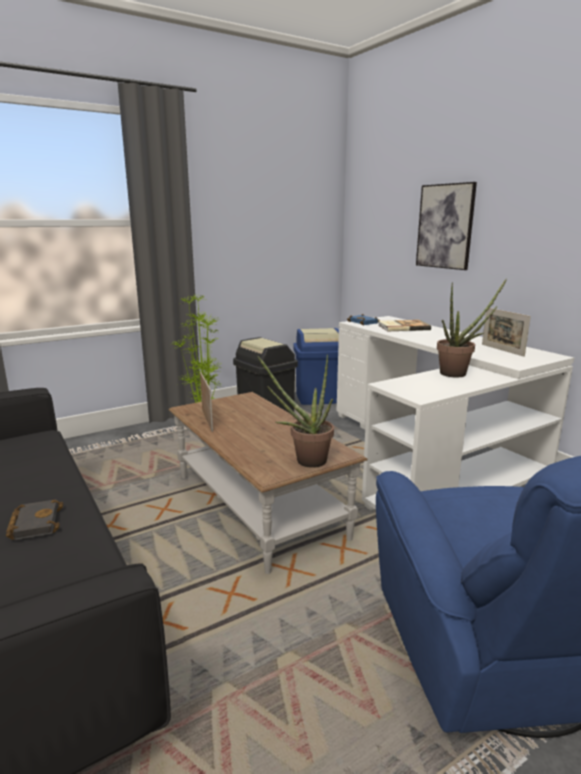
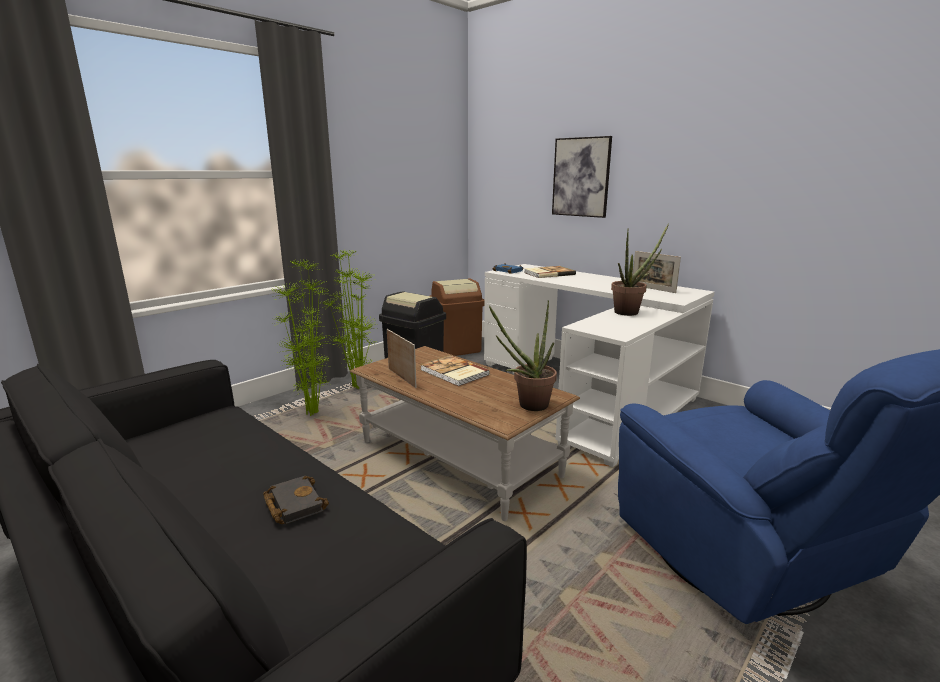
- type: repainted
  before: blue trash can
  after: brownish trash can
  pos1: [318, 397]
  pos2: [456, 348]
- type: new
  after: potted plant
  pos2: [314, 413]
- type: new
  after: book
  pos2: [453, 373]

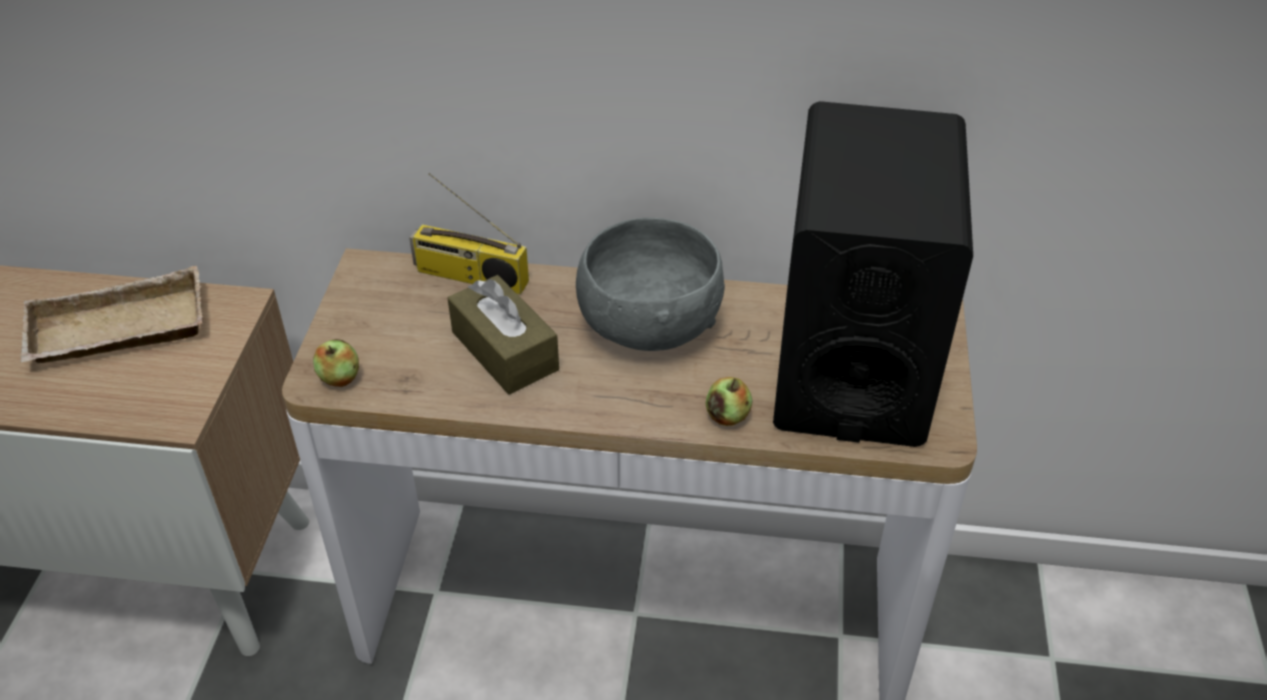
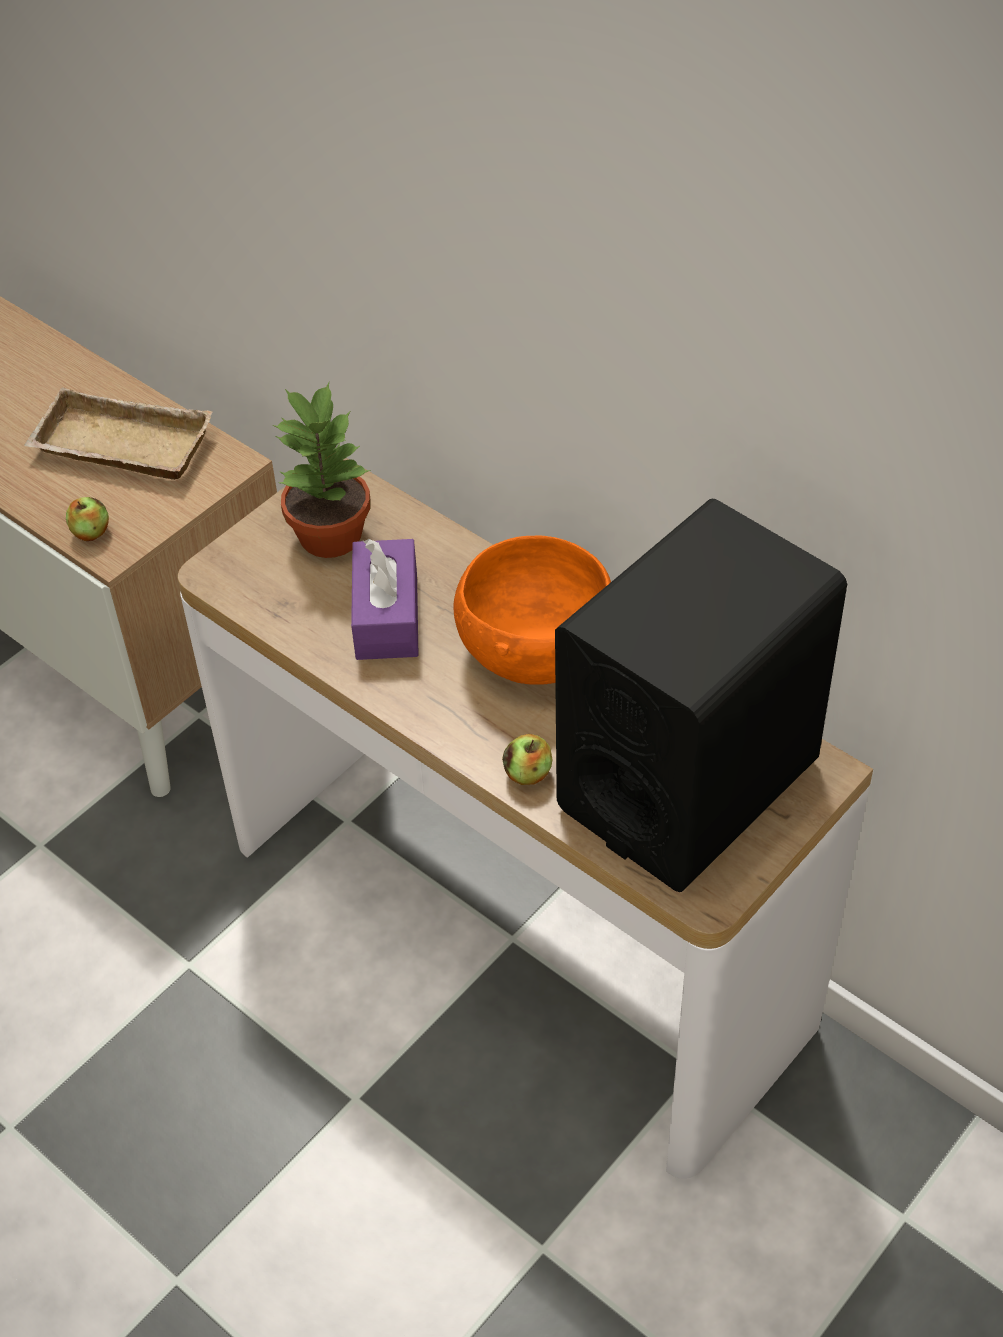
- type: gone
  before: radio
  pos1: [469, 277]
- type: repainted
  before: gray deep dish
  after: orangey deep dish
  pos1: [648, 325]
  pos2: [533, 650]
- type: repainted
  before: brownish tissue holder
  after: purple tissue holder
  pos1: [505, 351]
  pos2: [387, 616]
- type: shifted
  before: apple fruit
  pos1: [339, 378]
  pos2: [91, 532]
- type: new
  after: potted plant
  pos2: [330, 534]

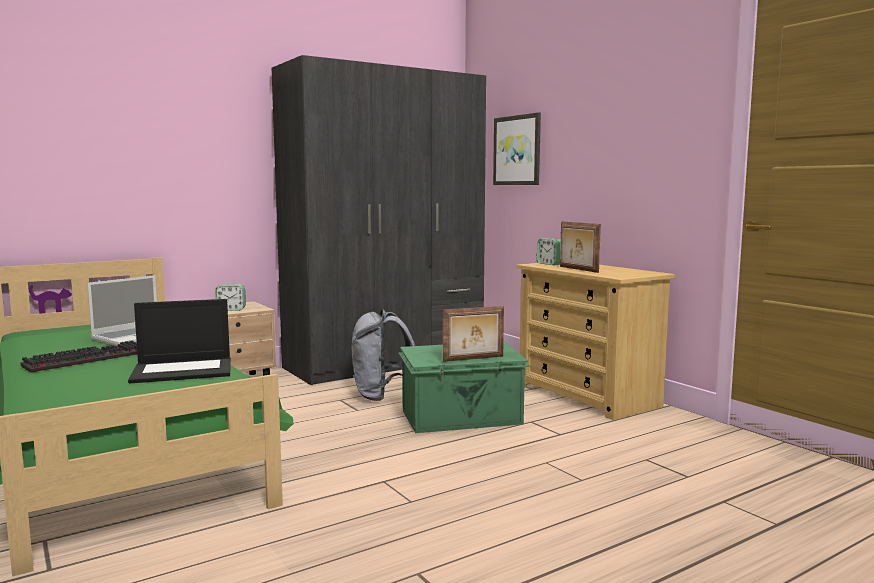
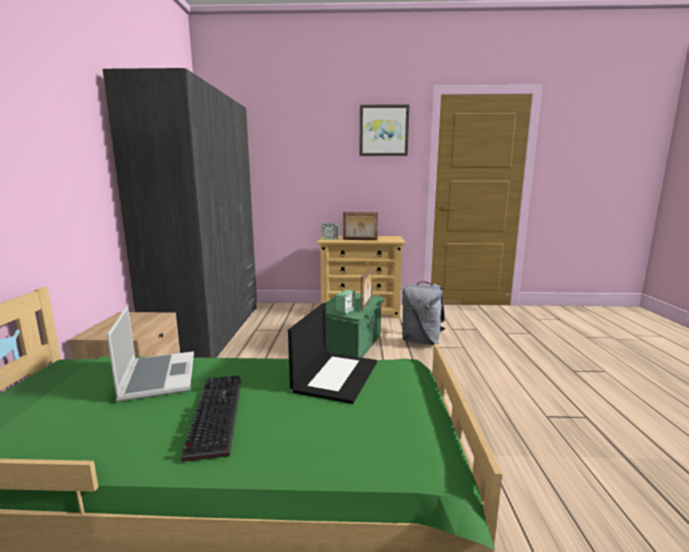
- type: shifted
  before: wall picture
  pos1: [517, 150]
  pos2: [383, 130]
- type: shifted
  before: bedside clock
  pos1: [231, 309]
  pos2: [345, 311]
- type: shifted
  before: gray knapsack
  pos1: [381, 395]
  pos2: [421, 341]

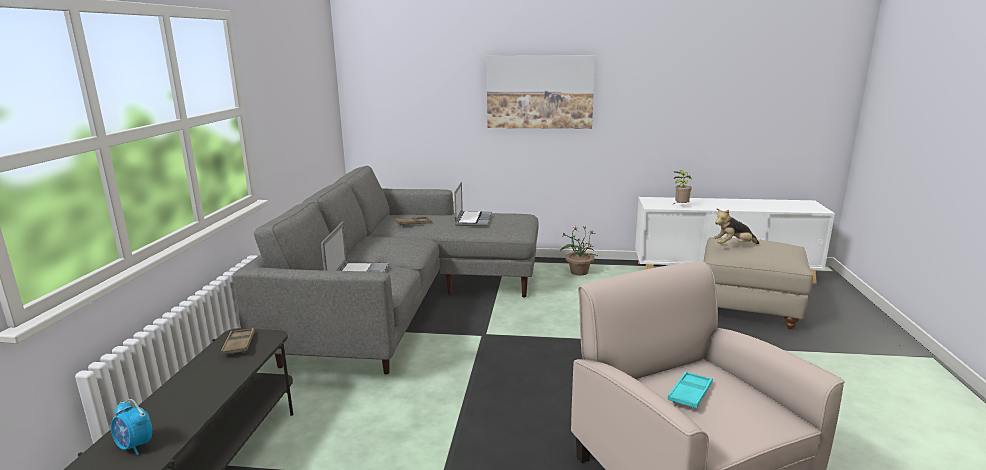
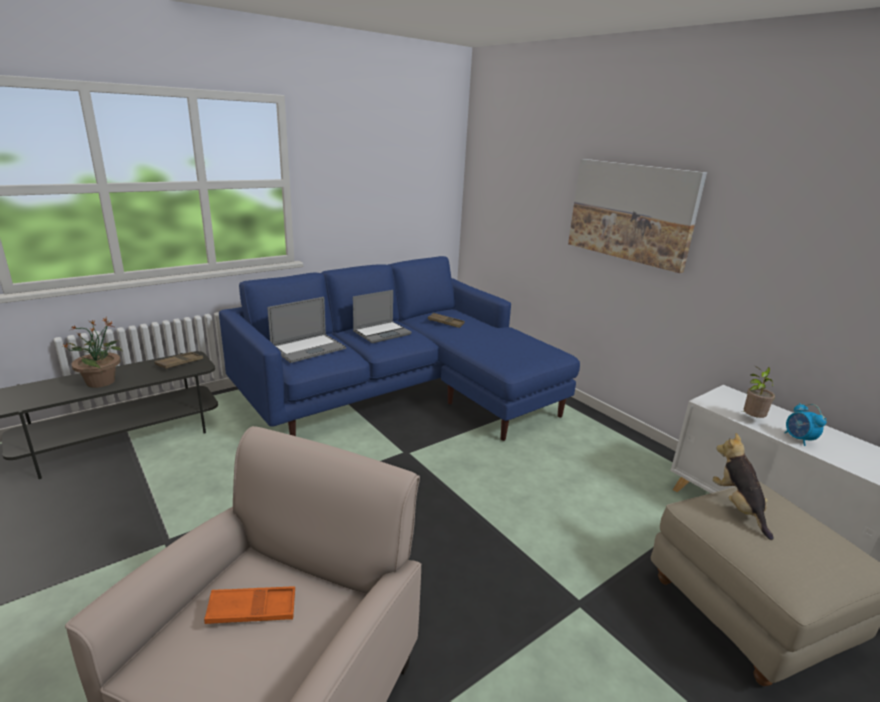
- type: repainted
  before: gray settee
  after: blue settee
  pos1: [402, 304]
  pos2: [402, 394]
- type: shifted
  before: portable computer
  pos1: [473, 220]
  pos2: [382, 333]
- type: rotated
  before: plush toy
  pos1: [733, 246]
  pos2: [738, 507]
  turn: 45
- type: shifted
  before: potted plant
  pos1: [578, 272]
  pos2: [101, 381]
- type: repainted
  before: turquoise-coloured tray
  after: orangey tray
  pos1: [690, 393]
  pos2: [252, 610]
- type: shifted
  before: bedside clock
  pos1: [135, 446]
  pos2: [798, 439]

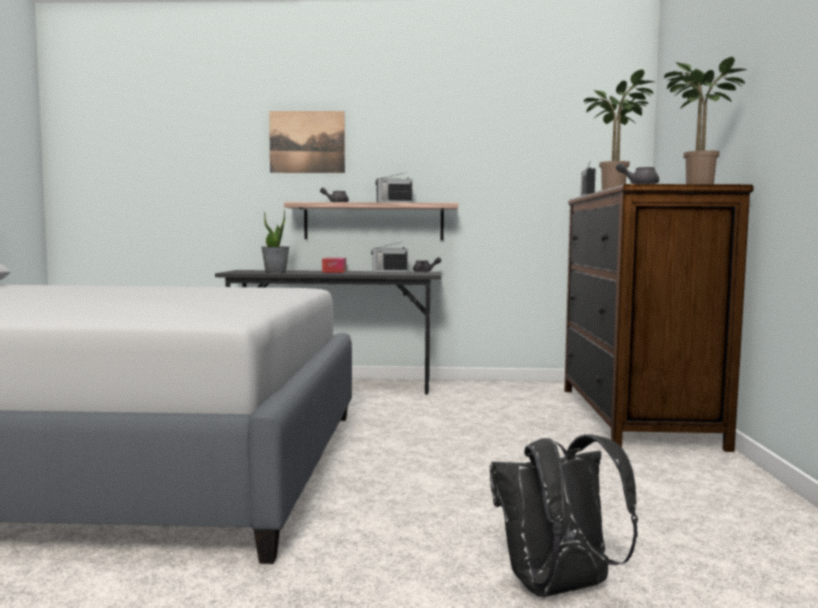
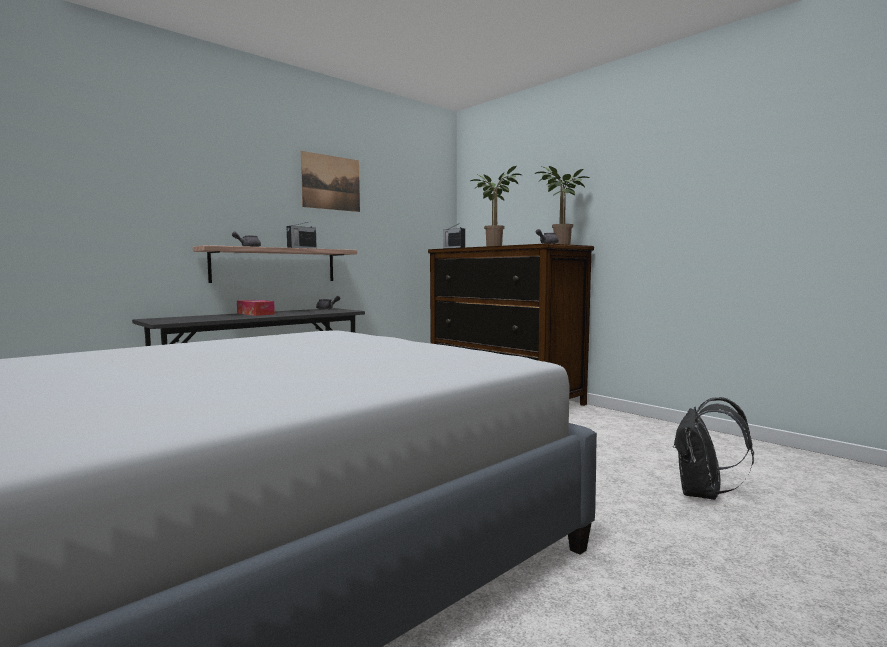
- type: shifted
  before: wall picture
  pos1: [307, 142]
  pos2: [331, 182]
- type: gone
  before: potted plant
  pos1: [275, 272]
- type: gone
  before: radio
  pos1: [389, 271]

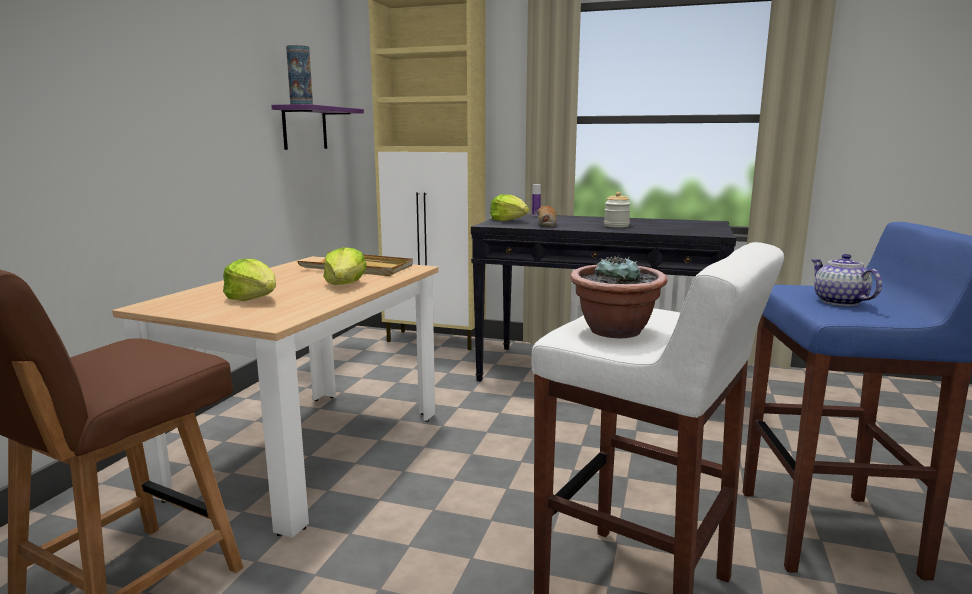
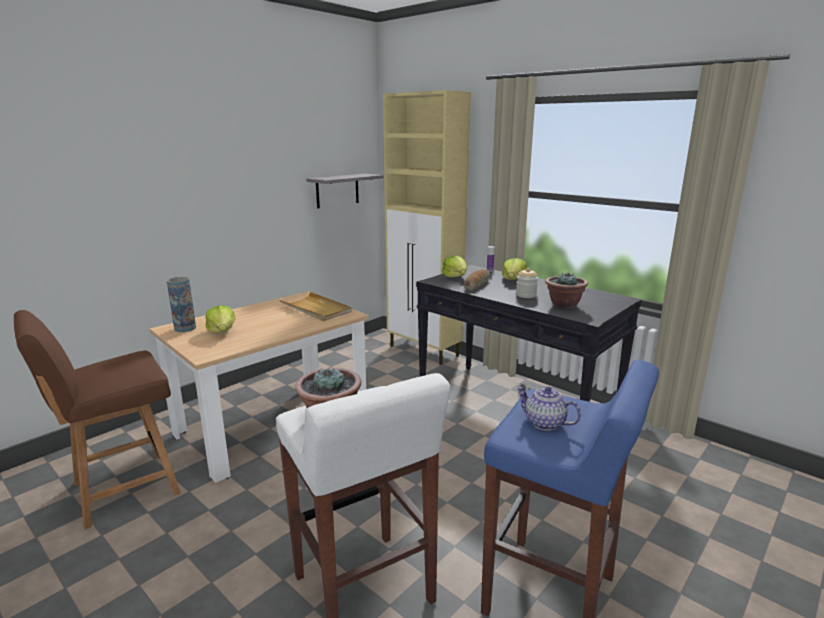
- type: shifted
  before: flower vase
  pos1: [301, 104]
  pos2: [185, 328]
- type: repainted
  before: purple bracket shelf
  after: gray bracket shelf
  pos1: [305, 128]
  pos2: [337, 190]
- type: shifted
  before: lettuce head
  pos1: [345, 284]
  pos2: [513, 280]
- type: rotated
  before: pot for tea
  pos1: [838, 302]
  pos2: [544, 423]
  turn: -60
- type: new
  after: potted plant
  pos2: [563, 305]

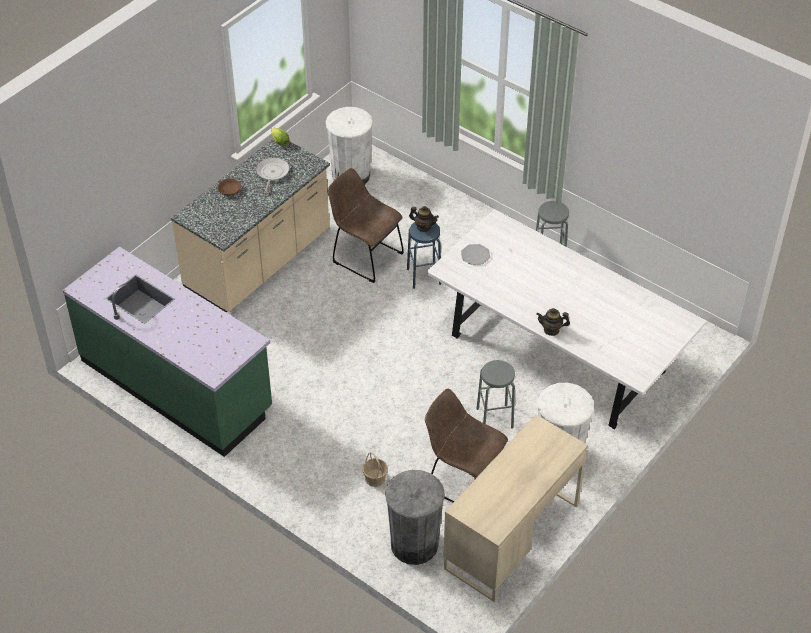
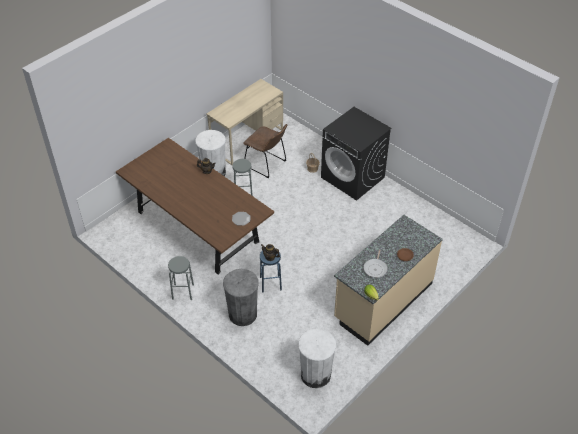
- type: gone
  before: brownish chair
  pos1: [365, 256]
- type: repainted
  before: whitish kitchen table
  after: brownish kitchen table
  pos1: [557, 354]
  pos2: [197, 226]
- type: gone
  before: green-coloured kitchen base unit
  pos1: [177, 385]
- type: shifted
  before: gray trash can
  pos1: [414, 544]
  pos2: [243, 314]
- type: new
  after: black-coloured laundry appliance
  pos2: [353, 177]

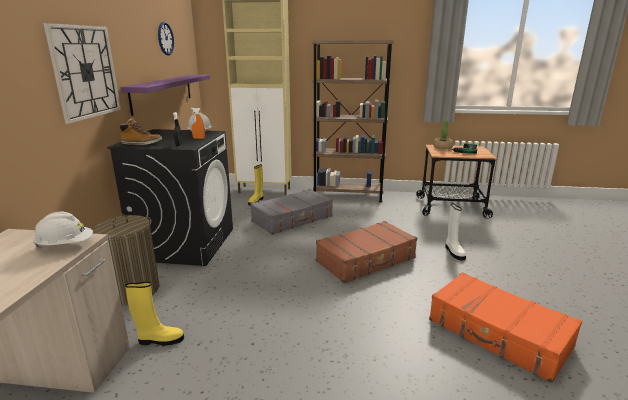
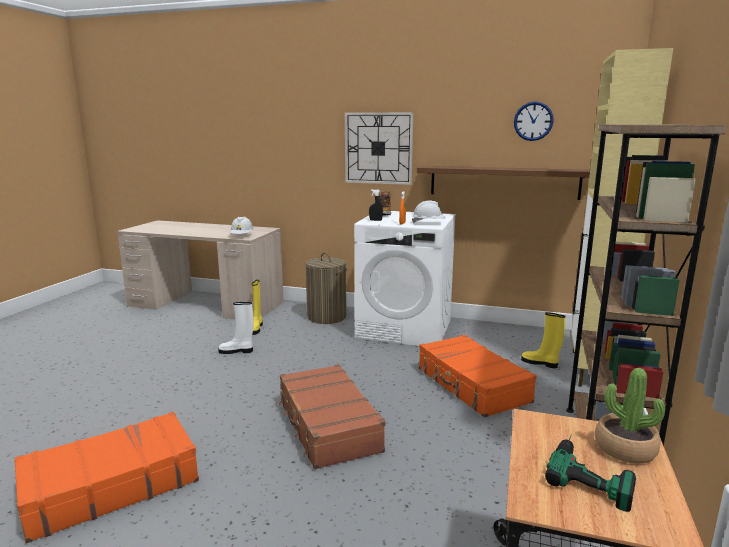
- type: repainted
  before: purple bracket shelf
  after: brownish bracket shelf
  pos1: [163, 92]
  pos2: [503, 182]
- type: repainted
  before: black-coloured laundry appliance
  after: whitish laundry appliance
  pos1: [185, 243]
  pos2: [405, 329]
- type: repainted
  before: gray suitcase
  after: orangey suitcase
  pos1: [293, 219]
  pos2: [472, 385]
- type: shifted
  before: whitish high-top boot
  pos1: [454, 252]
  pos2: [237, 351]

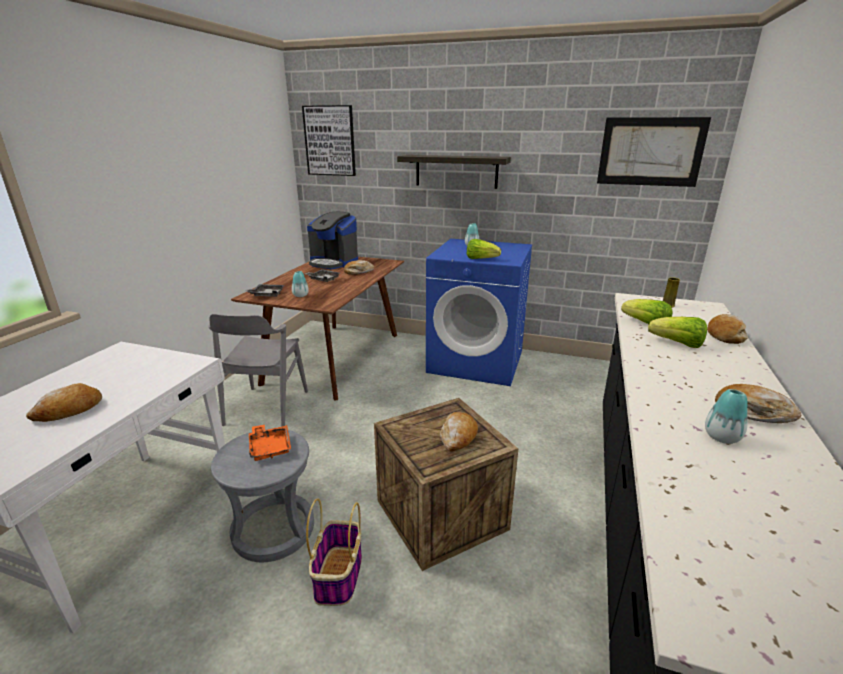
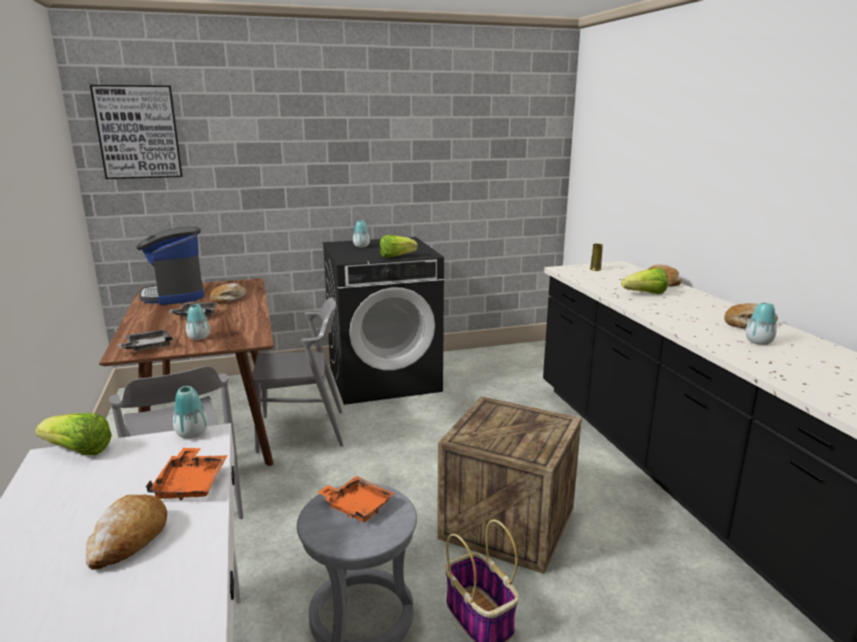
- type: gone
  before: wall picture
  pos1: [650, 152]
- type: gone
  before: bracket shelf
  pos1: [456, 171]
- type: rotated
  before: coffee maker
  pos1: [334, 263]
  pos2: [175, 295]
  turn: 75
- type: repainted
  before: blue laundry appliance
  after: black-coloured laundry appliance
  pos1: [476, 361]
  pos2: [384, 378]
- type: shifted
  before: lettuce head
  pos1: [646, 325]
  pos2: [78, 451]
- type: gone
  before: bread
  pos1: [458, 437]
- type: new
  after: gray chair
  pos2: [302, 431]
- type: new
  after: flower vase
  pos2: [192, 434]
- type: new
  after: orangey tray
  pos2: [191, 484]

